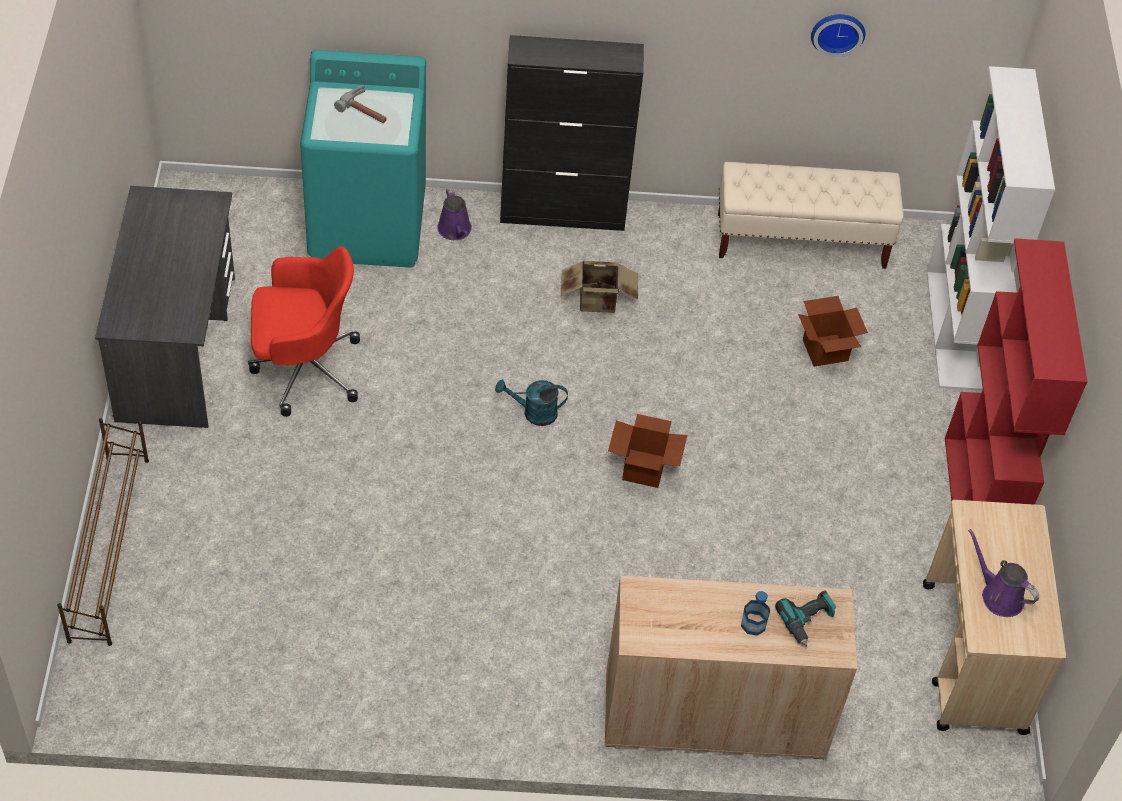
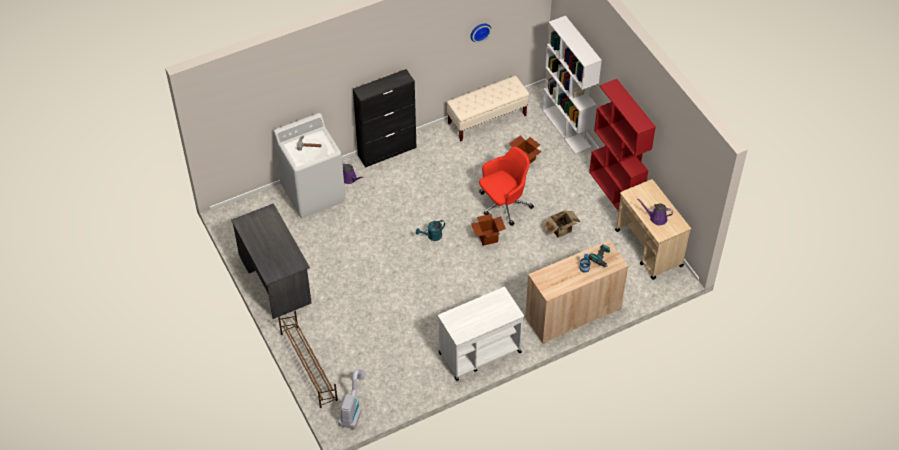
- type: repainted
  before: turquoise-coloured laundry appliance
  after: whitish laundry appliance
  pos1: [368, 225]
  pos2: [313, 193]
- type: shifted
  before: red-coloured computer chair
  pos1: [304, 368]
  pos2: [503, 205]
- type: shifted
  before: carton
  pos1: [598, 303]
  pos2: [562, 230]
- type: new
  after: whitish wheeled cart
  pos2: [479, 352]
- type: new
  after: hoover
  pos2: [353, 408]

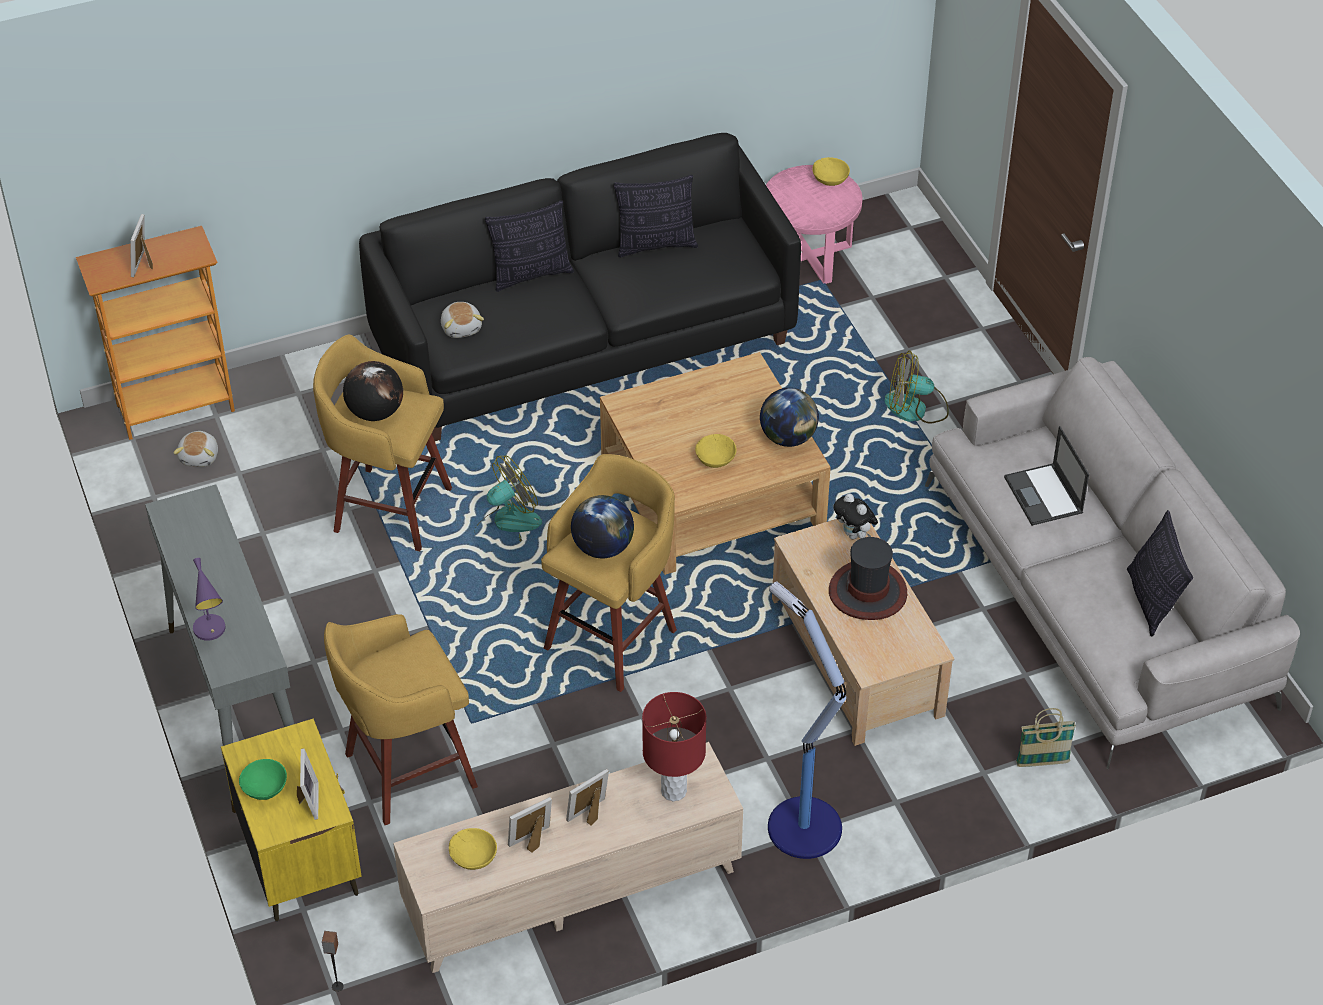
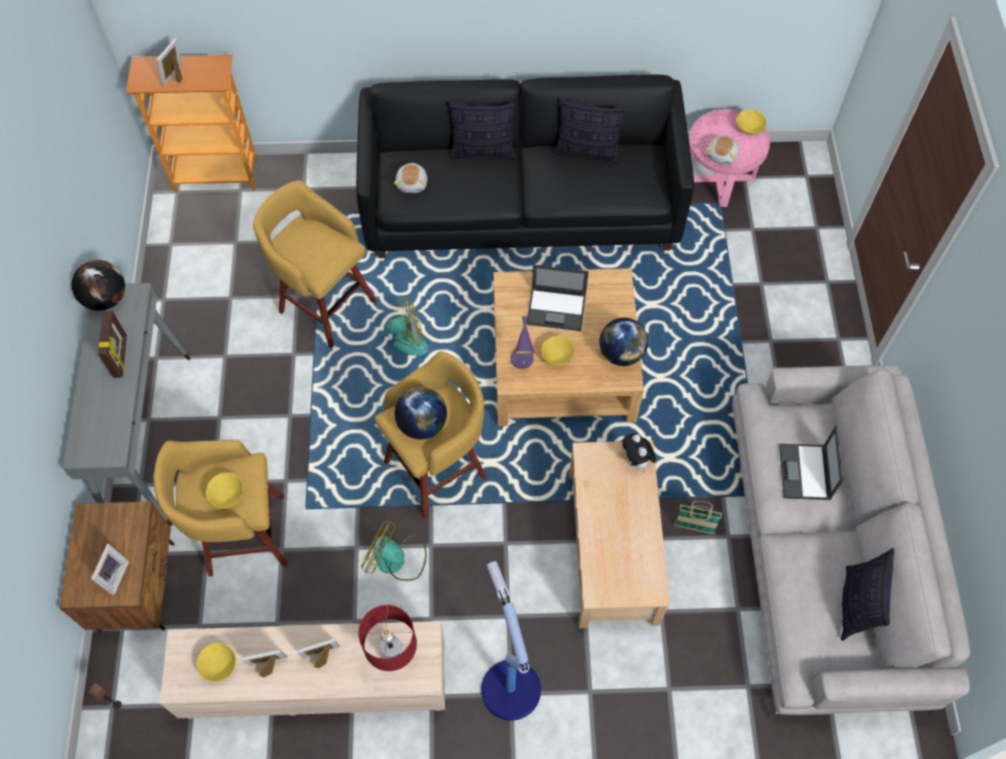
- type: shifted
  before: cooling fan
  pos1: [915, 408]
  pos2: [396, 559]
- type: shifted
  before: desk globe
  pos1: [375, 412]
  pos2: [106, 298]
- type: shifted
  before: plush toy
  pos1: [200, 456]
  pos2: [722, 155]
- type: gone
  before: hat
  pos1: [868, 592]
- type: shifted
  before: purple tabletop lamp
  pos1: [211, 631]
  pos2: [522, 362]
- type: shifted
  before: basket
  pos1: [1042, 762]
  pos2: [694, 527]
- type: repainted
  before: yellow night table
  after: brownish night table
  pos1: [301, 861]
  pos2: [138, 586]
- type: gone
  before: green-coloured deep dish
  pos1: [264, 788]
- type: new
  after: portable computer
  pos2: [557, 309]
- type: new
  after: standing frame
  pos2: [121, 356]
- type: new
  after: yellow deep dish
  pos2: [227, 495]

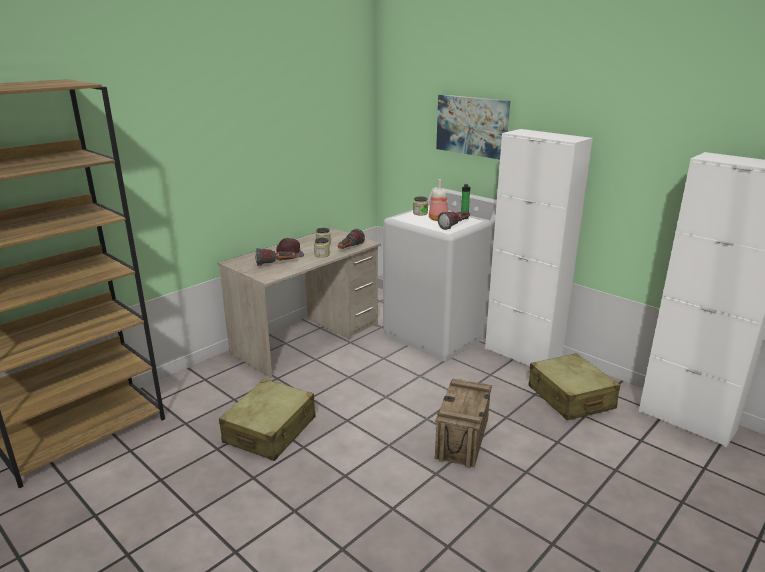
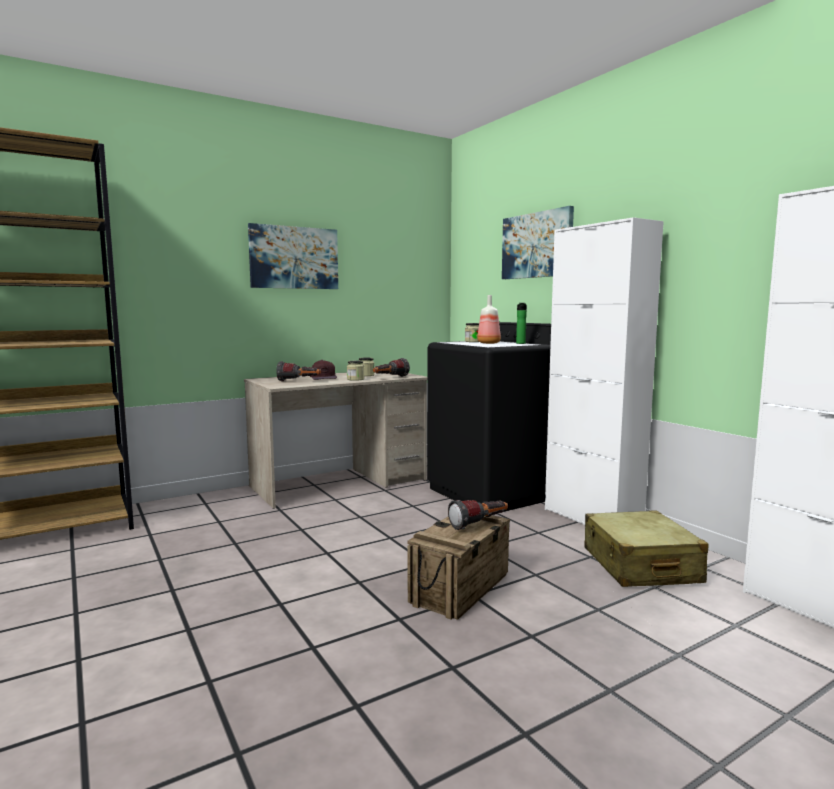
- type: repainted
  before: whitish laundry appliance
  after: black-coloured laundry appliance
  pos1: [439, 334]
  pos2: [494, 492]
- type: shifted
  before: flashlight
  pos1: [455, 226]
  pos2: [480, 524]
- type: gone
  before: beige-coloured suitcase
  pos1: [270, 430]
- type: new
  after: wall picture
  pos2: [294, 258]

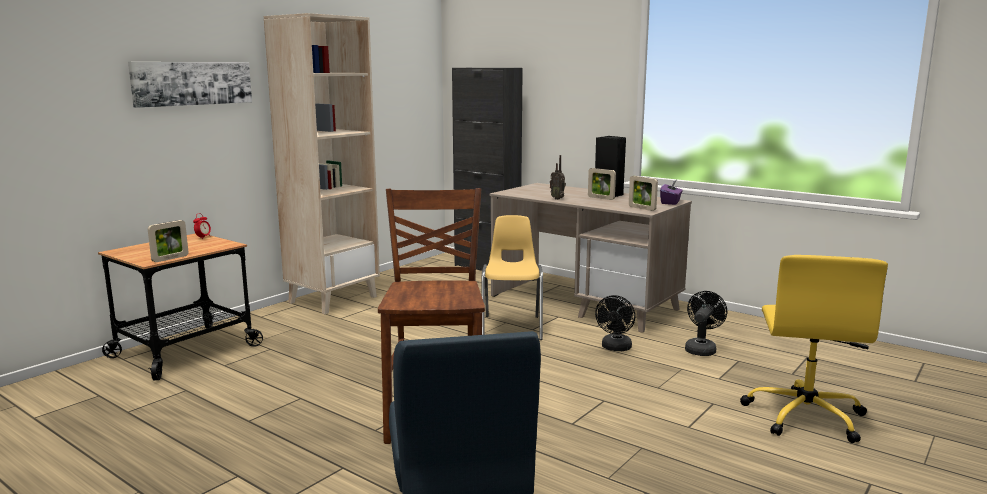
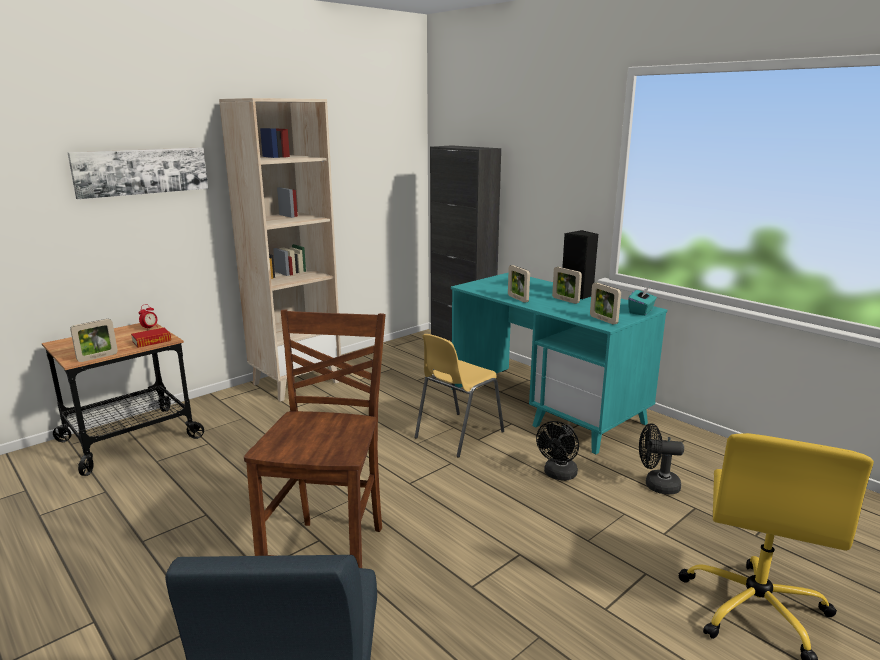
- type: swapped
  before: radio
  after: standing frame
  pos1: [557, 198]
  pos2: [518, 299]
- type: repainted
  before: purple tissue holder
  after: turquoise-coloured tissue holder
  pos1: [670, 202]
  pos2: [641, 311]
- type: repainted
  before: beige-coloured desk table
  after: turquoise-coloured desk table
  pos1: [585, 303]
  pos2: [547, 406]
- type: rotated
  before: yellow chair
  pos1: [512, 327]
  pos2: [457, 435]
  turn: -150
- type: rotated
  before: black-coloured cooling fan
  pos1: [701, 349]
  pos2: [656, 485]
  turn: -120
- type: new
  after: book
  pos2: [152, 341]

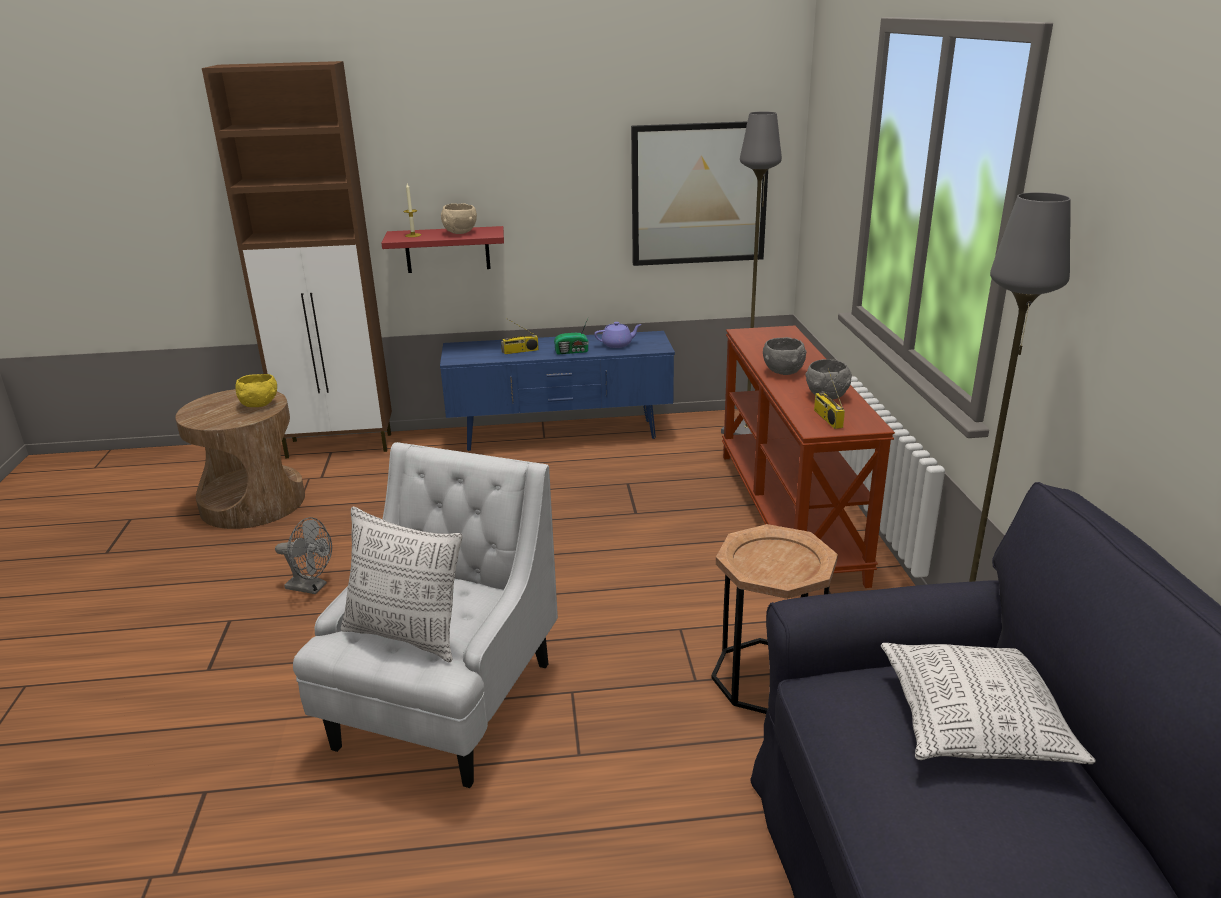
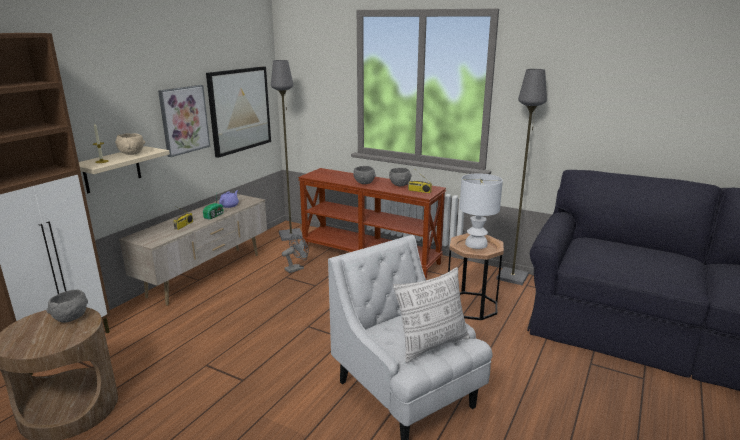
- type: repainted
  before: red-coloured bracket shelf
  after: beige-coloured bracket shelf
  pos1: [447, 249]
  pos2: [112, 170]
- type: repainted
  before: blue media console
  after: beige-coloured media console
  pos1: [561, 436]
  pos2: [206, 275]
- type: repainted
  before: yellow deep dish
  after: gray deep dish
  pos1: [259, 405]
  pos2: [71, 318]
- type: shifted
  before: gray cooling fan
  pos1: [312, 587]
  pos2: [296, 268]
- type: gone
  before: pillow
  pos1: [975, 723]
- type: new
  after: wall picture
  pos2: [184, 120]
- type: new
  after: whitish tabletop lamp
  pos2: [476, 244]

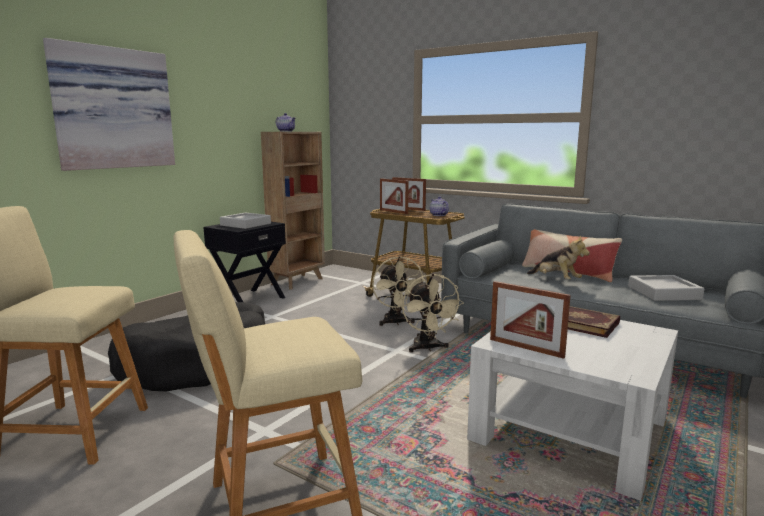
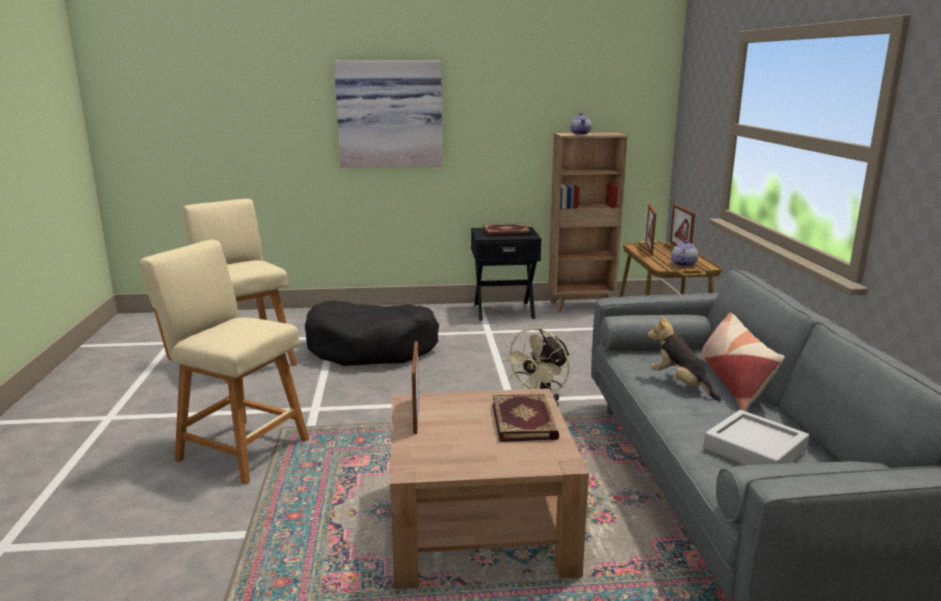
- type: swapped
  before: gray tray
  after: book
  pos1: [245, 224]
  pos2: [506, 232]
- type: rotated
  before: plush toy
  pos1: [556, 280]
  pos2: [680, 384]
  turn: 135
- type: gone
  before: beige-coloured cooling fan
  pos1: [396, 323]
- type: repainted
  before: whitish low table
  after: brownish low table
  pos1: [570, 430]
  pos2: [479, 526]

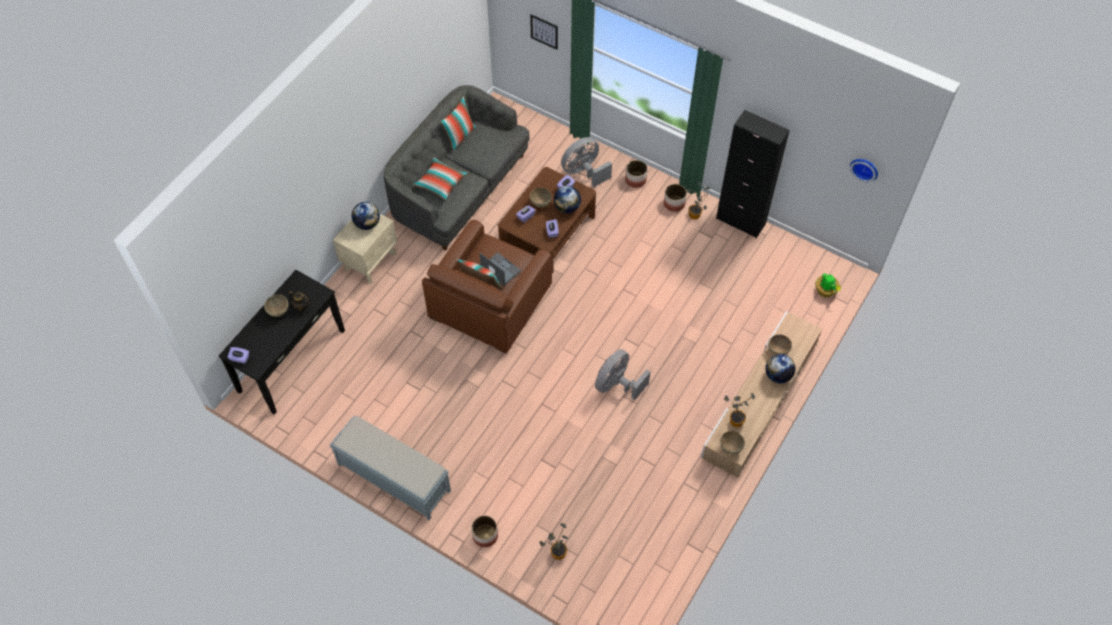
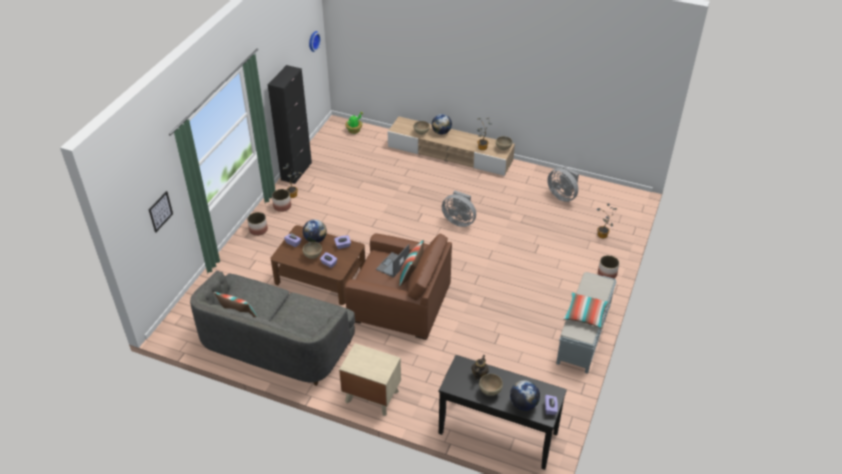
- type: shifted
  before: gray cooling fan
  pos1: [584, 172]
  pos2: [562, 195]
- type: shifted
  before: pillow
  pos1: [440, 183]
  pos2: [585, 315]
- type: shifted
  before: desk globe
  pos1: [367, 224]
  pos2: [523, 404]

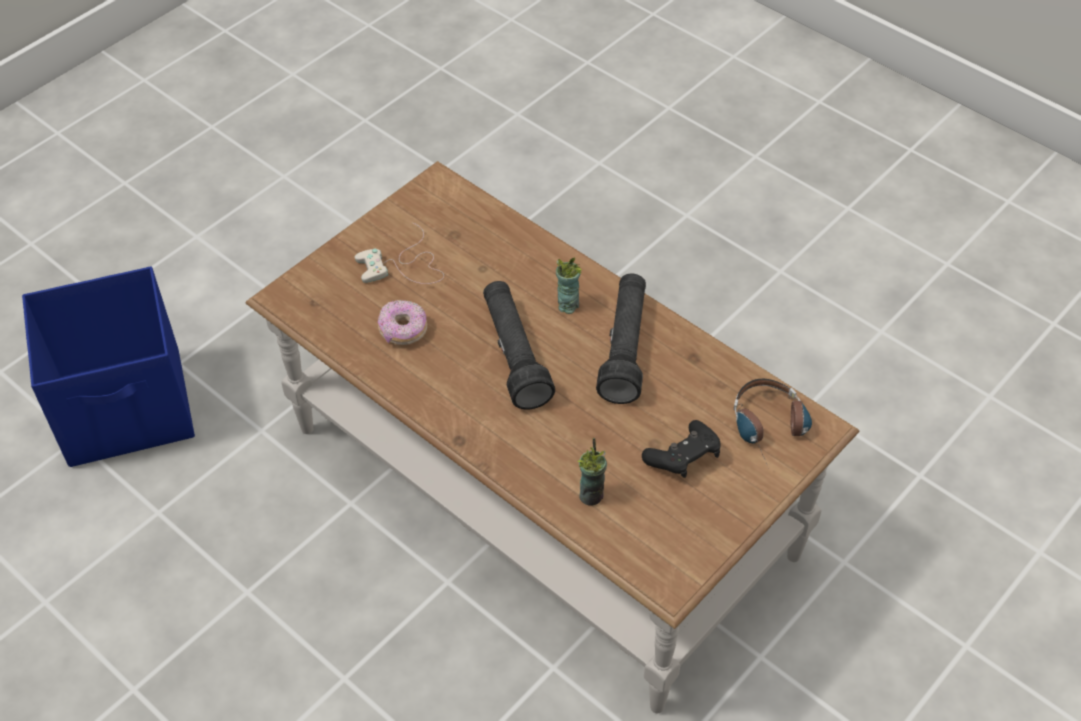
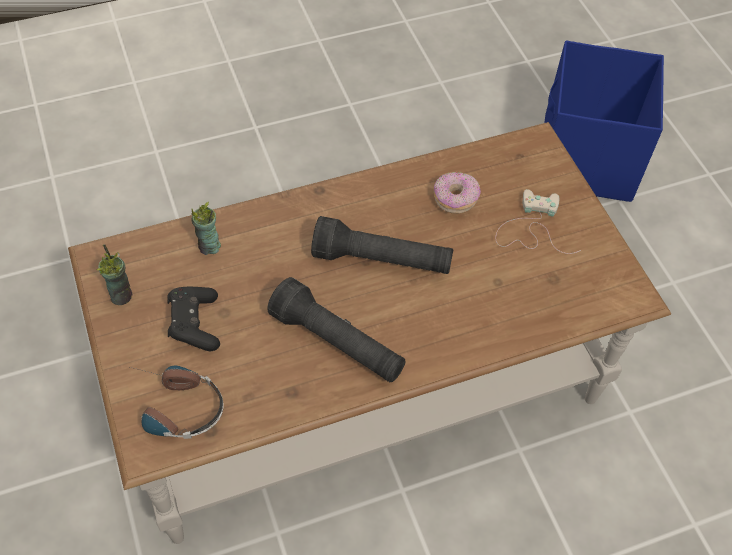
- type: shifted
  before: drinking cup
  pos1: [567, 305]
  pos2: [121, 295]

